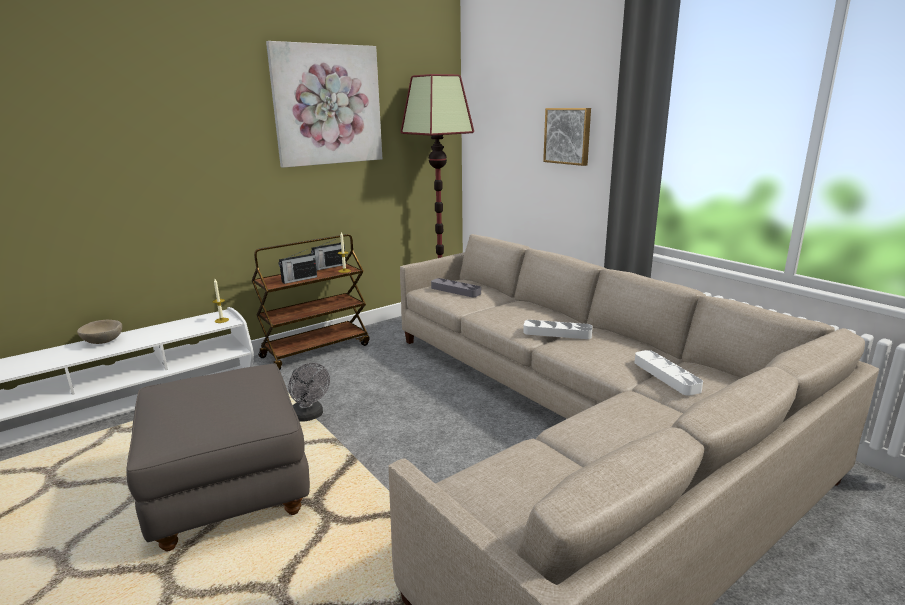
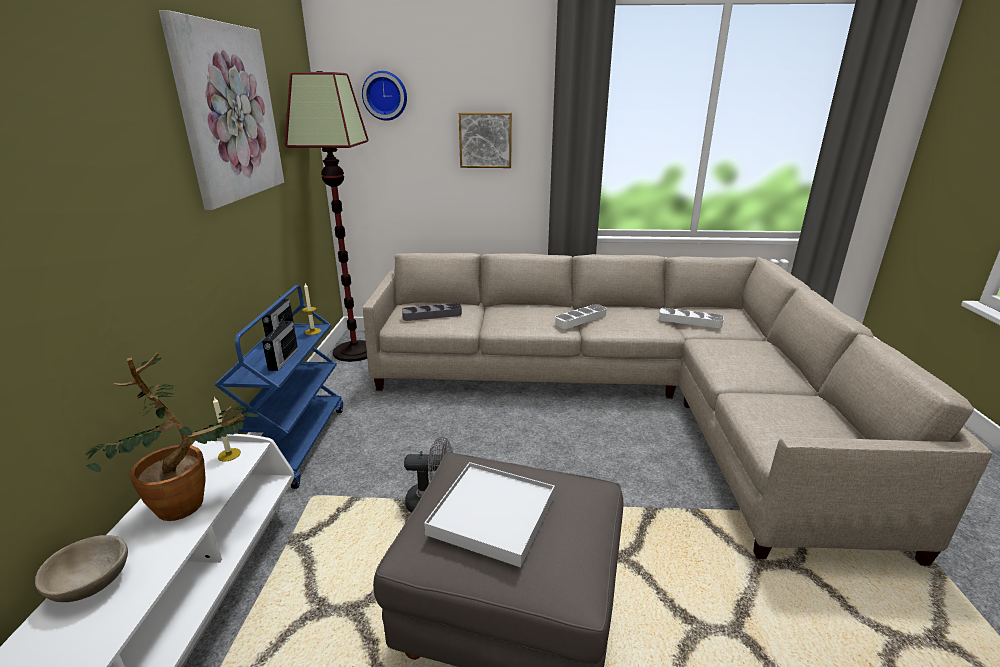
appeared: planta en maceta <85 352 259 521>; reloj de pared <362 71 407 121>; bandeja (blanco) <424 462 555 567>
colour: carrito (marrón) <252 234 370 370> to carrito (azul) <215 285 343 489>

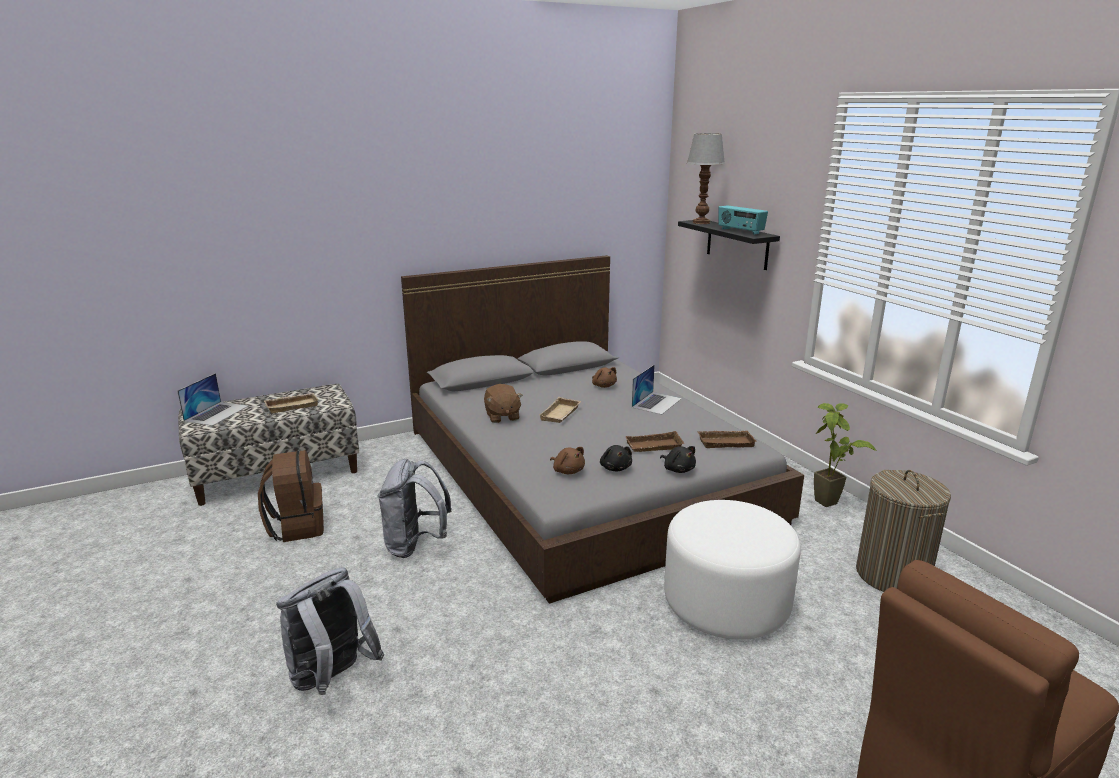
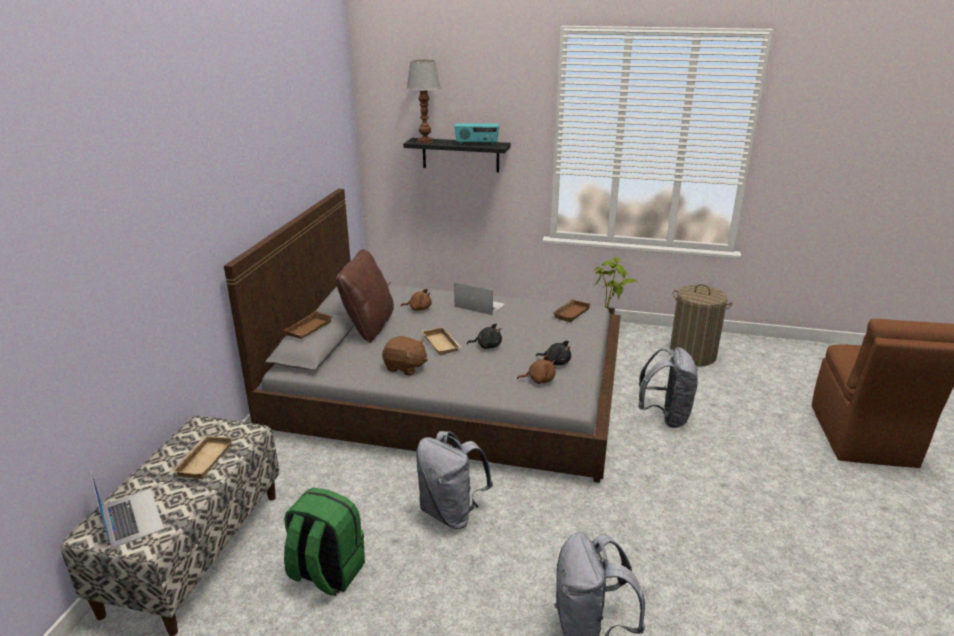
appeared: cojín (marrón) <336 249 394 343>
relocated: bandeja (marrón) <625 431 685 452> to <284 311 334 339>; peluche (negro) <660 446 696 473> to <467 323 502 349>
exchanged: puf (blanco) <664 500 801 640> to mochila (gris) <638 347 698 428>
colour: mochila (marrón) <258 450 324 542> to mochila (verde) <284 488 365 596>
spun: portátil <632 365 682 415> = <454 282 505 315> 45 degrees counterclockwise

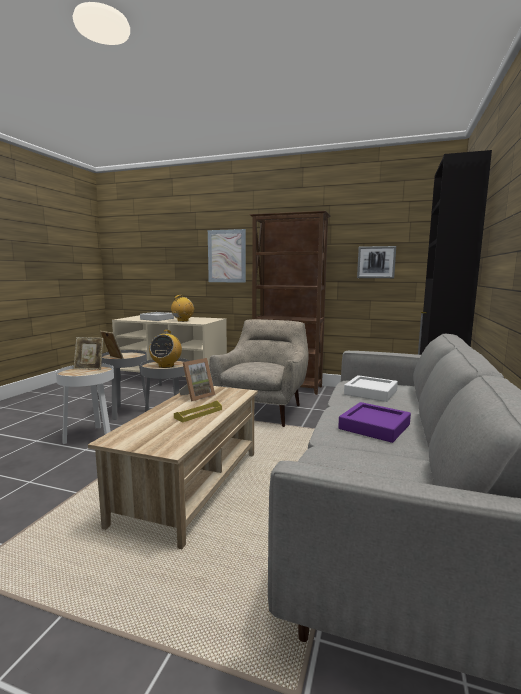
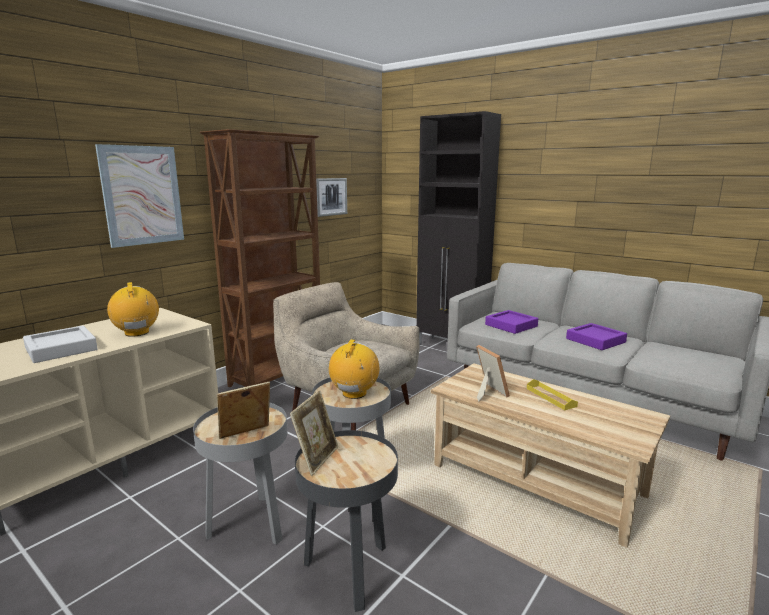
colour: mesa auxiliar (blanco) <56 363 114 444> to mesa auxiliar (negro) <295 430 398 612>; bandeja (blanco) <344 375 398 402> to bandeja (morado) <485 310 538 334>
spun: radio <149 330 182 368> = <329 339 379 399> 105 degrees counterclockwise

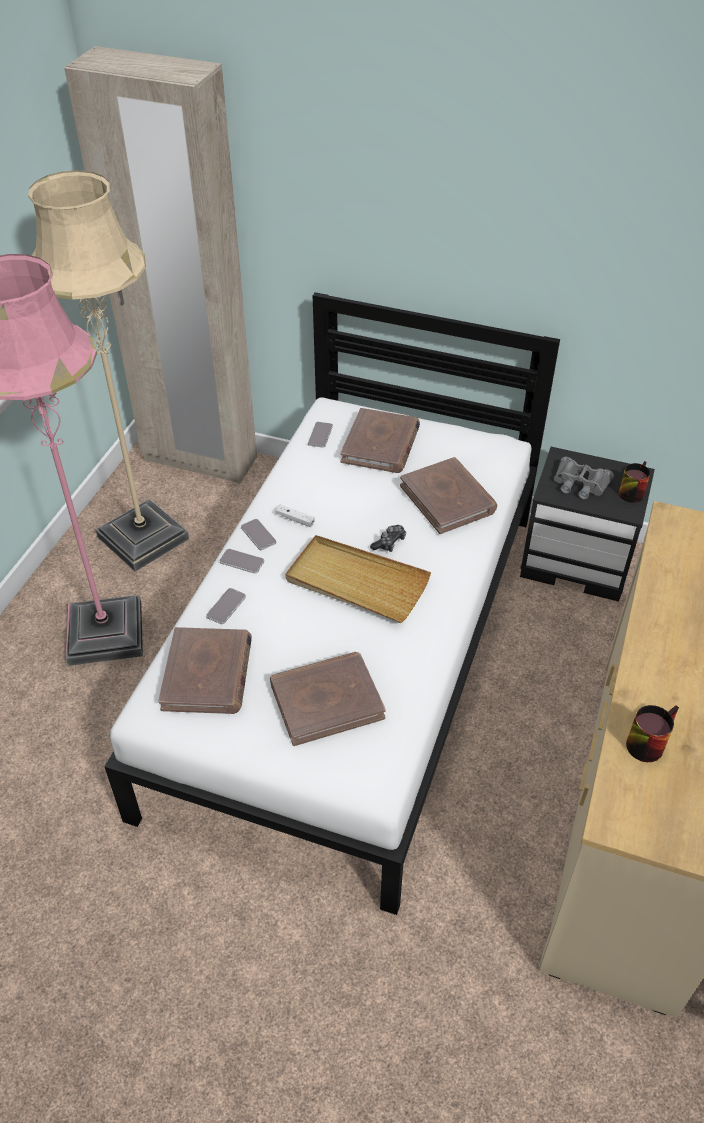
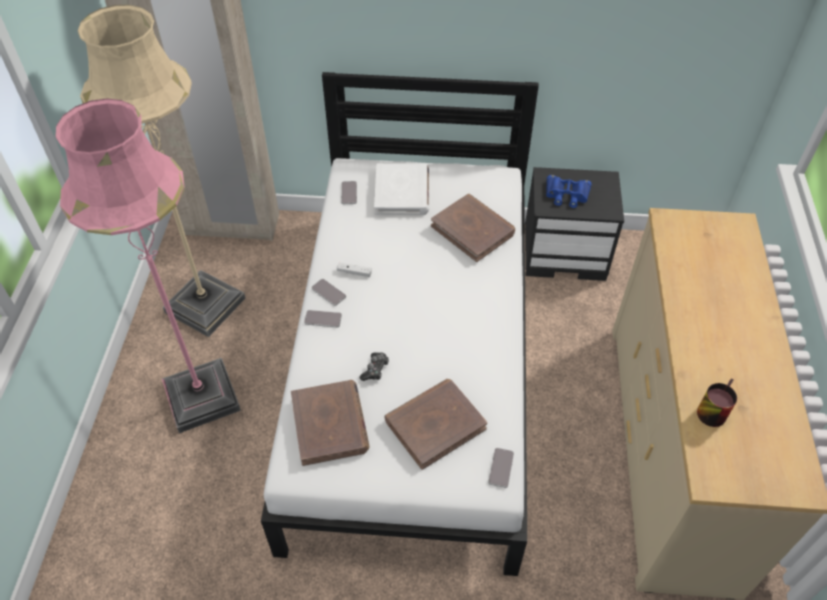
missing: bandeja (beis) <285 535 431 623>; taza grande <619 461 650 503>
relocated: móvil <206 588 246 624> to <488 448 514 488>; mando de consola <370 525 406 552> to <360 352 389 381>
colour: libro (marrón) <341 408 420 473> to libro (blanco) <374 163 429 215>; prismáticos (gris) <554 457 614 499> to prismáticos (azul) <546 175 592 208>

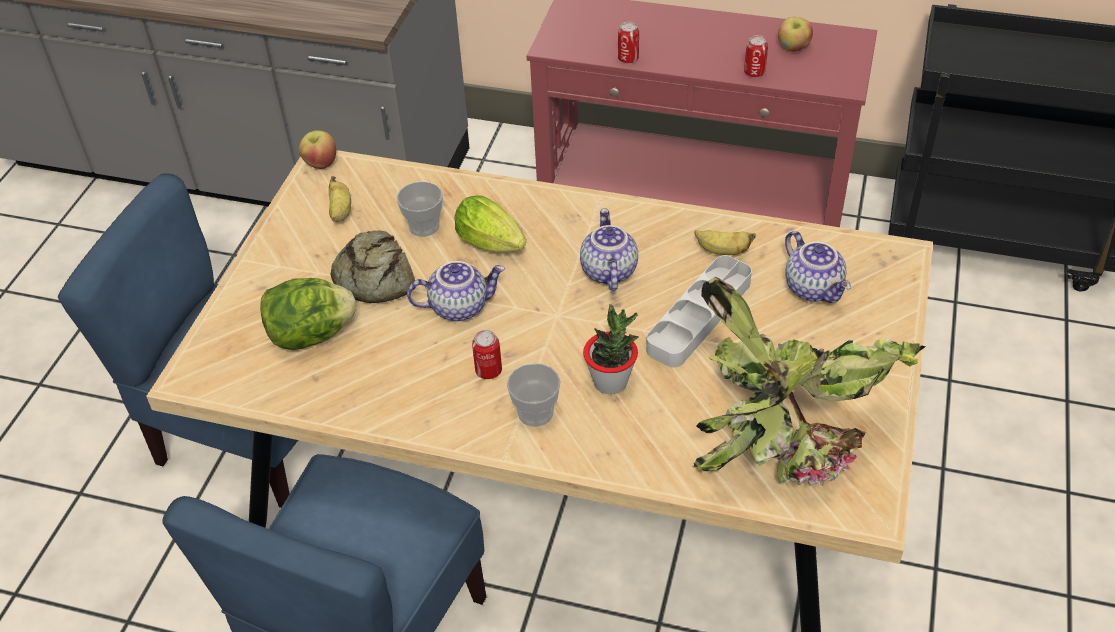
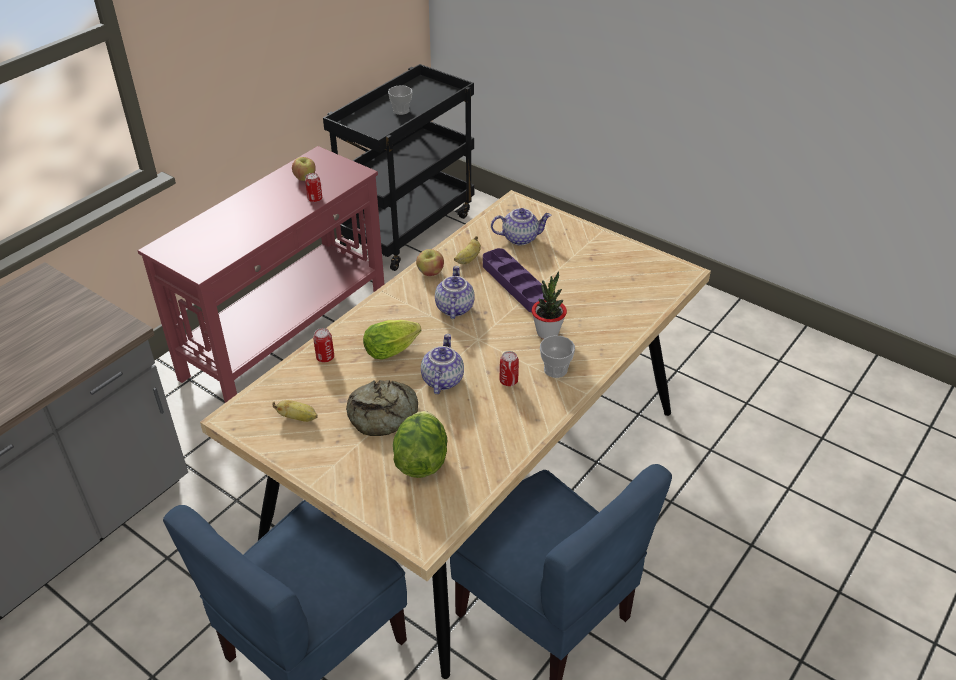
missing: planta en maceta <692 276 926 486>
relocated: manzana <299 130 336 169> to <416 249 444 276>; taza <397 181 443 237> to <388 85 413 115>; lata <618 22 639 63> to <313 328 334 362>
colour: bandeja (gris) <646 255 752 367> to bandeja (morado) <483 248 544 312>
spun: tetera <580 208 638 291> = <435 266 474 319> 75 degrees clockwise

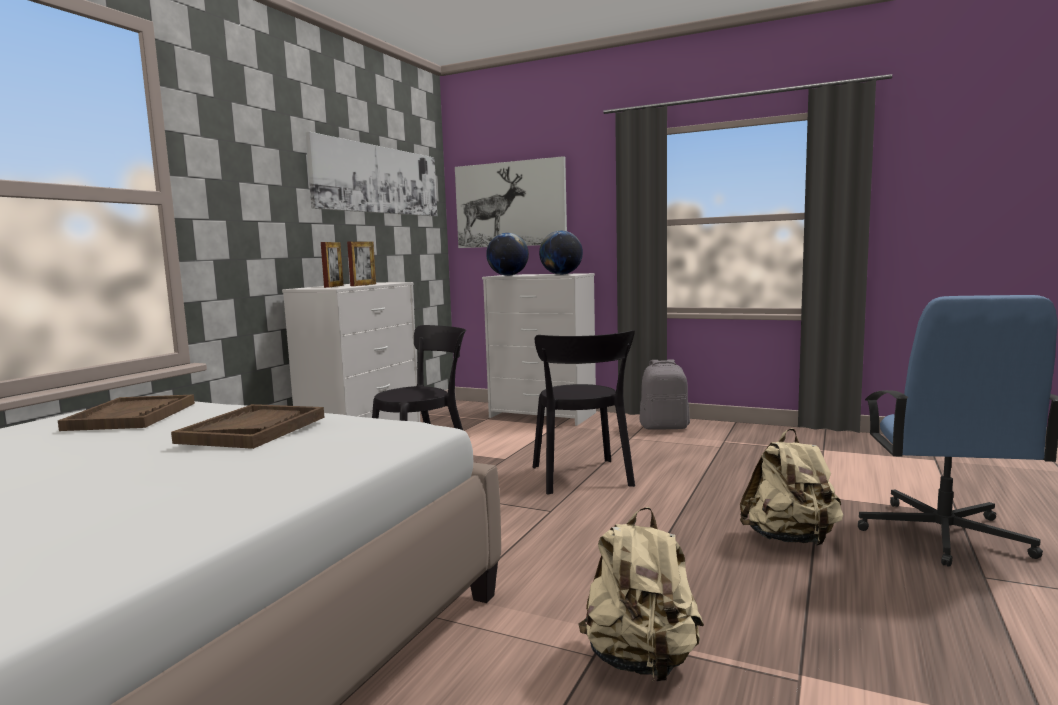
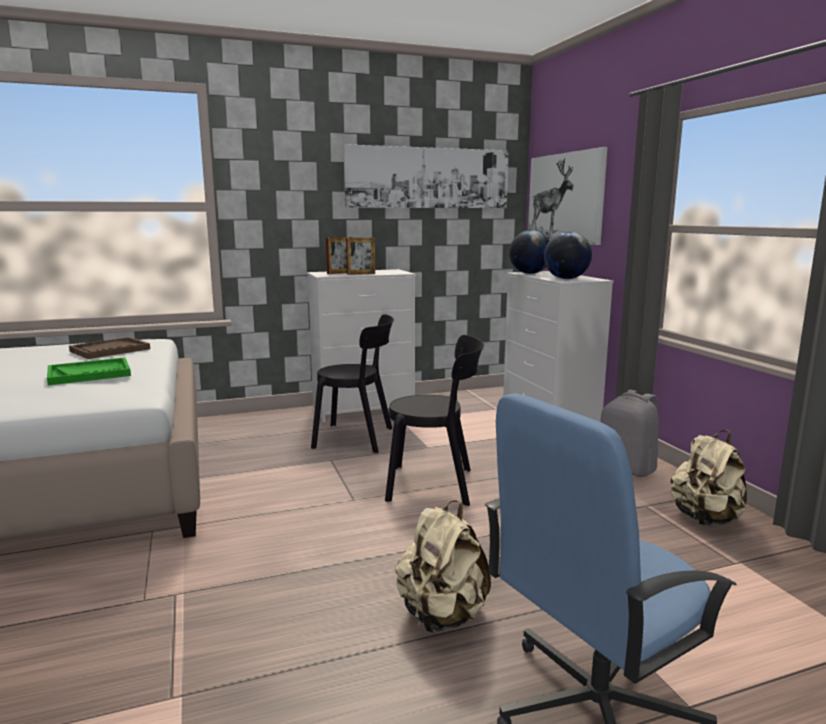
relocated: mochila (beis) <578 507 704 681> to <670 430 747 526>
colour: bandeja (marrón) <171 404 324 449> to bandeja (verde) <47 357 131 385>
spun: silla (negro) <533 330 635 495> = <385 335 484 506> 120 degrees counterclockwise

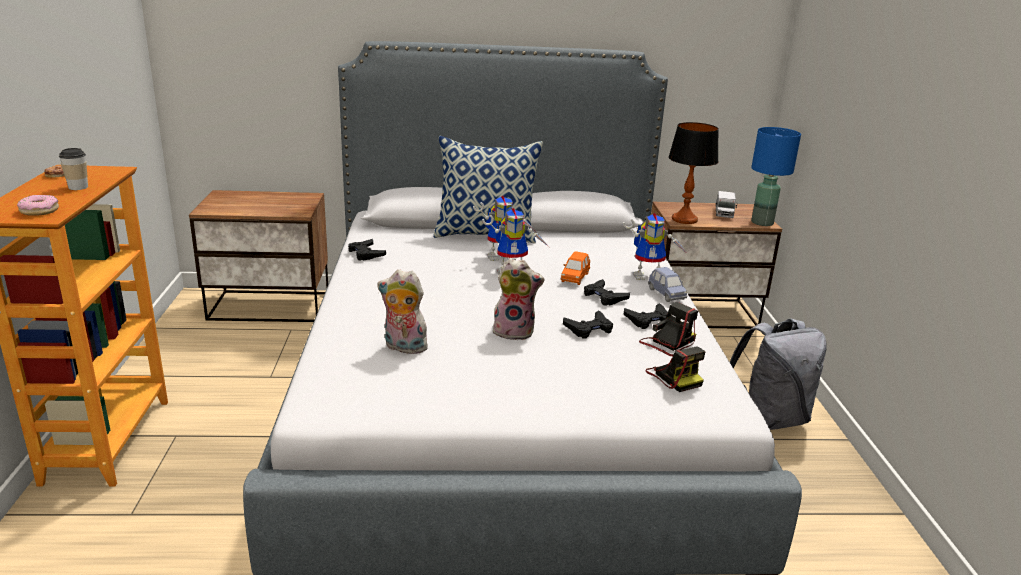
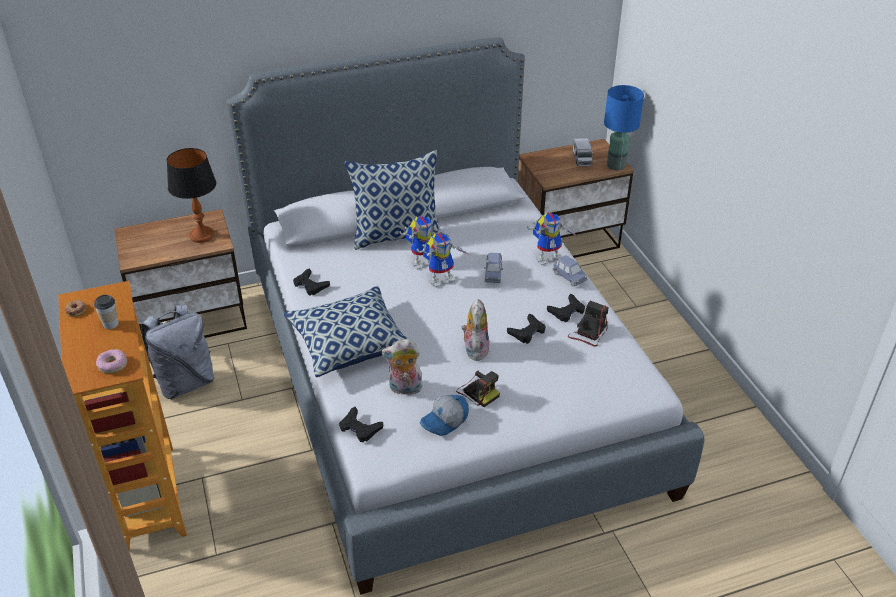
appeared: cojín <283 286 408 377>; gorra <420 395 469 436>
relocated: mando de consola (negro) <584 279 630 306> to <339 407 383 442>; cámara <646 347 706 392> to <456 370 500 407>; lámpara de mesa <668 122 719 224> to <167 148 216 243>; mochila (gris) <730 318 827 430> to <141 305 214 399>
colour: coche de juguete (naranja) <561 251 590 285> to coche de juguete (azul) <484 253 503 283>
spun: peluche <493 259 544 340> = <461 299 489 361> 75 degrees counterclockwise

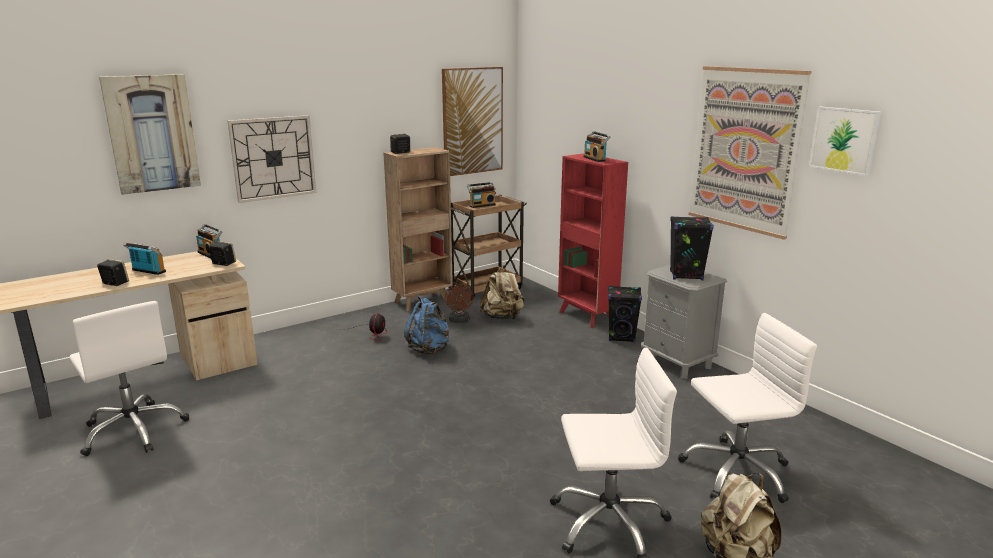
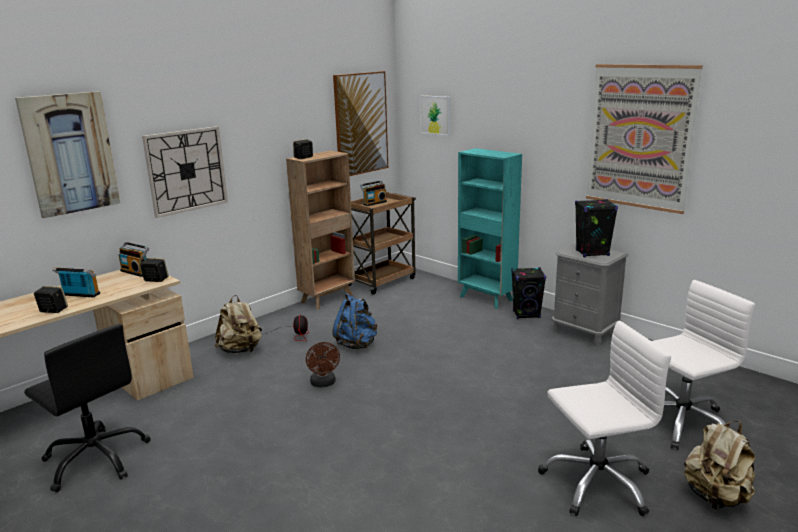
missing: radio <583 131 610 162>
relocated: ventilador (marrón) <445 284 474 323> to <306 342 340 388>; mochila (beis) <480 265 524 320> to <215 295 262 353>; cuadro <809 106 881 176> to <420 95 450 136>
colour: silla de oficina (blanco) <69 301 189 456> to silla de oficina (negro) <24 324 151 492>; estantería (rojo) <558 154 628 328> to estantería (turquesa) <458 148 522 309>

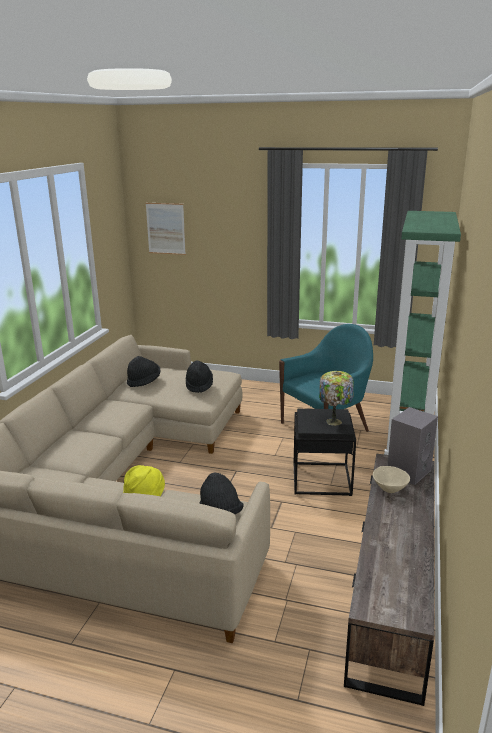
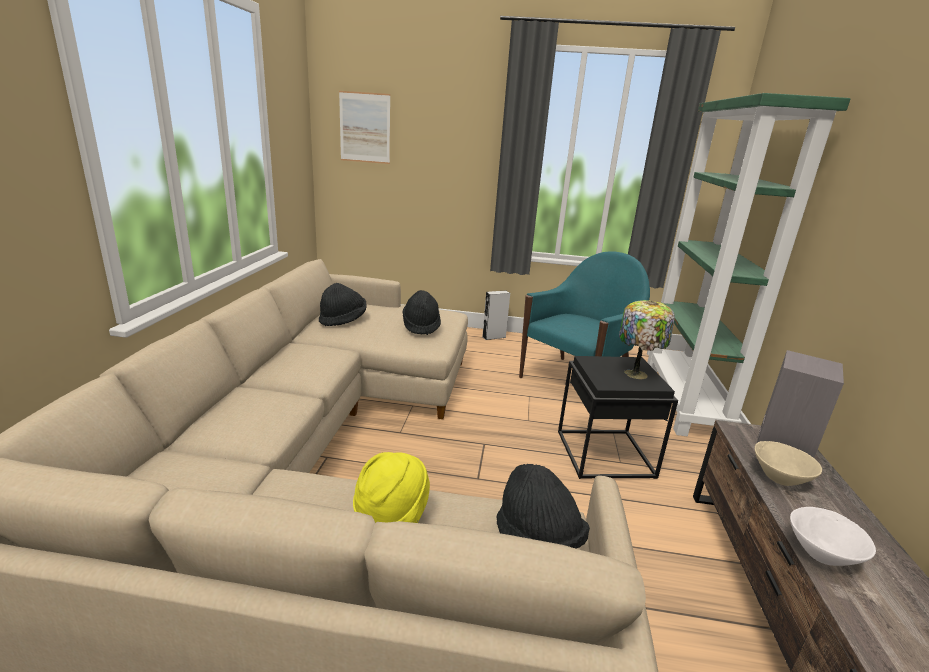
appeared: altavoz (gris) <482 290 510 340>; cuenco (blanco) <790 507 876 566>

